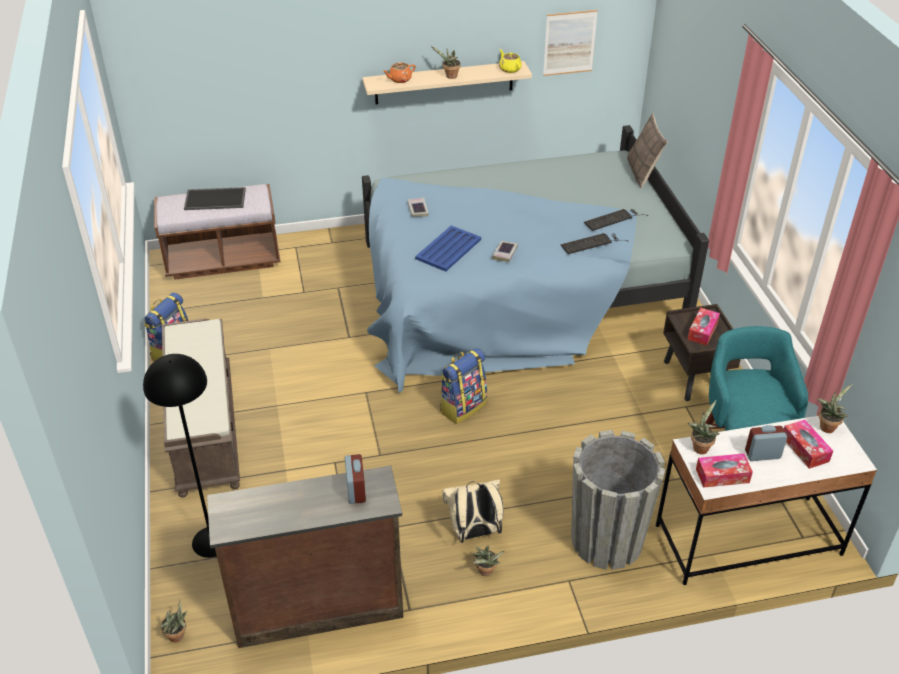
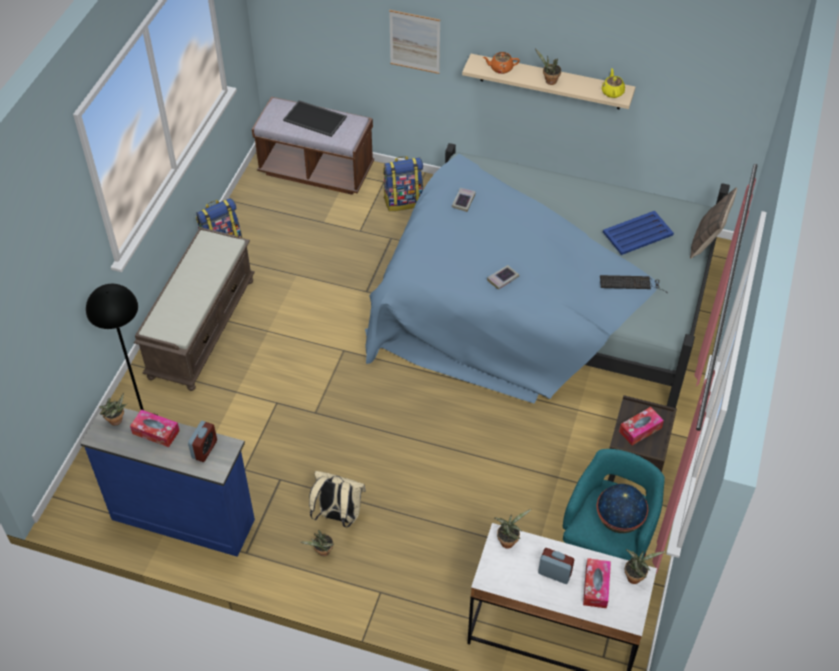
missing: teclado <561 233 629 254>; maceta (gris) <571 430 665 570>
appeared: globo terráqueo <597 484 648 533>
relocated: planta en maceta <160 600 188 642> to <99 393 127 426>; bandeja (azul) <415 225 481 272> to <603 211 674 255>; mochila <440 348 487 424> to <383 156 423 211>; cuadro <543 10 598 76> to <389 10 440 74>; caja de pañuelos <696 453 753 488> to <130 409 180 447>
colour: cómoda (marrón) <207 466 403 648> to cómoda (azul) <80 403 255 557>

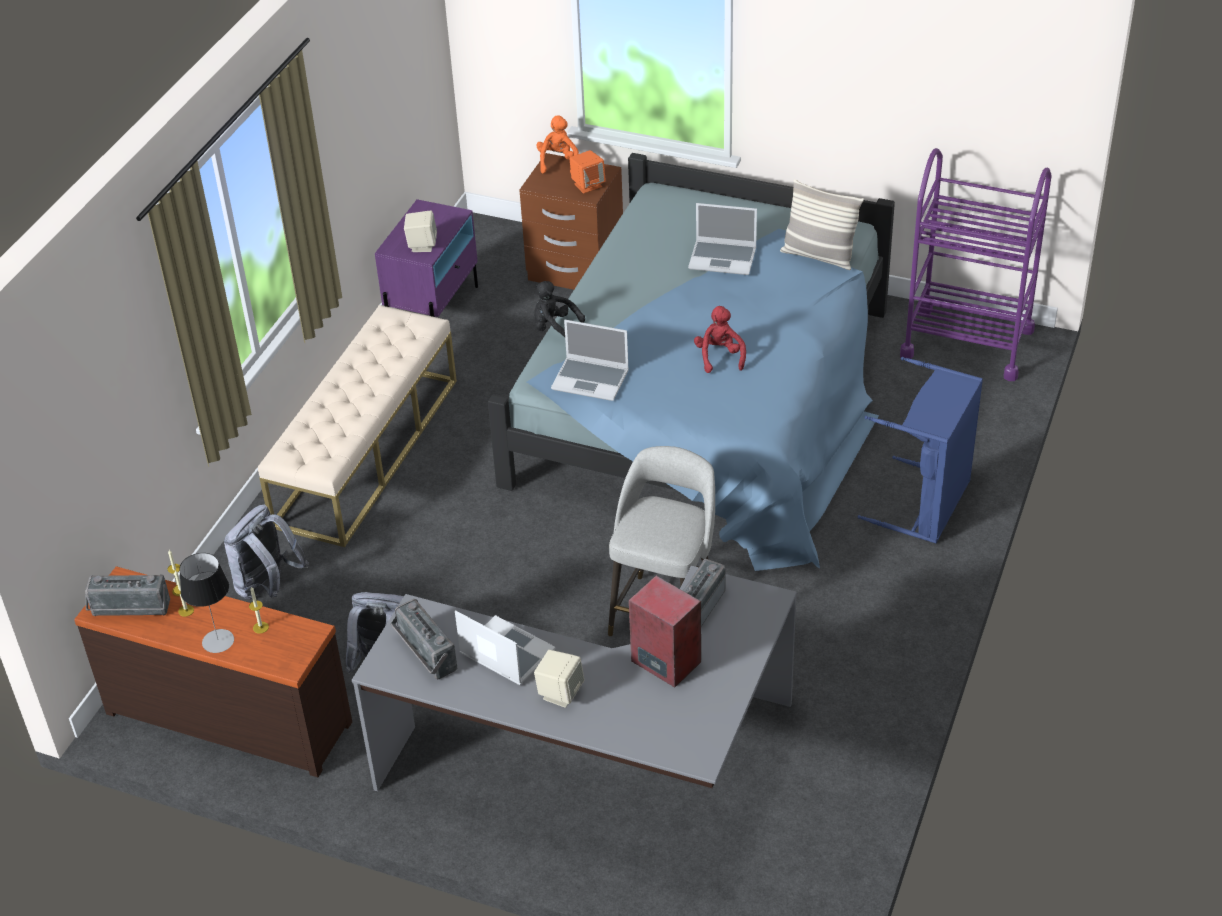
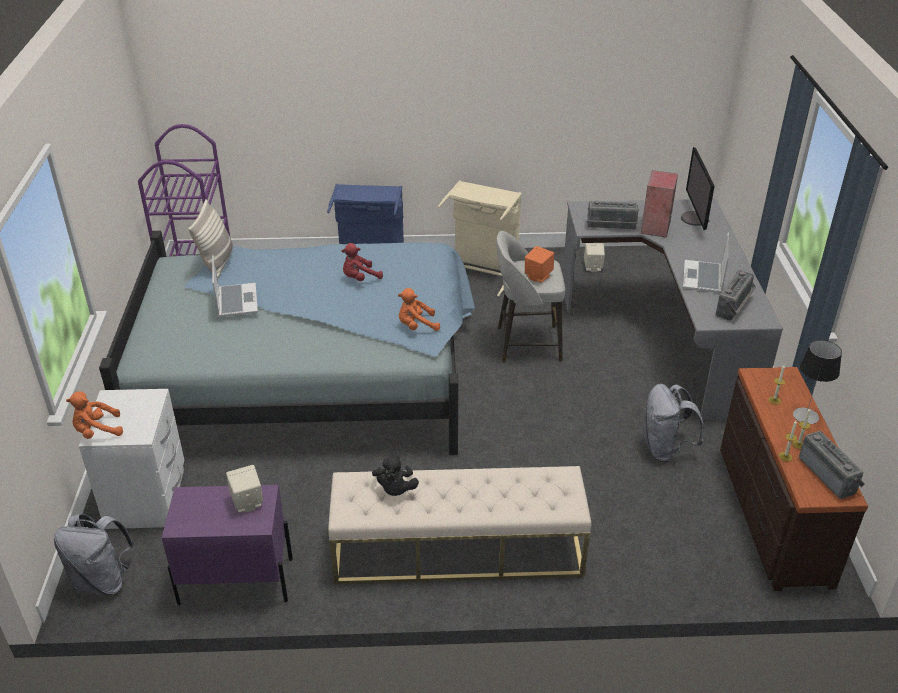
appeared: cesto de la ropa (beis) <438 180 522 296>; monitor <681 147 715 230>
relocated: mochila (gris) <224 505 309 599> to <54 513 134 595>; peluche (negro) <534 281 585 337> to <372 456 419 496>; altavoz (beis) <534 650 584 708> to <584 243 605 272>; altavoz (naranja) <570 150 606 194> to <525 246 554 283>
exchanged: portátil <551 320 629 401> to peluche (naranja) <398 288 440 331>
colour: mesita de noche (marrón) <520 153 623 290> to mesita de noche (blanco) <79 389 184 529>

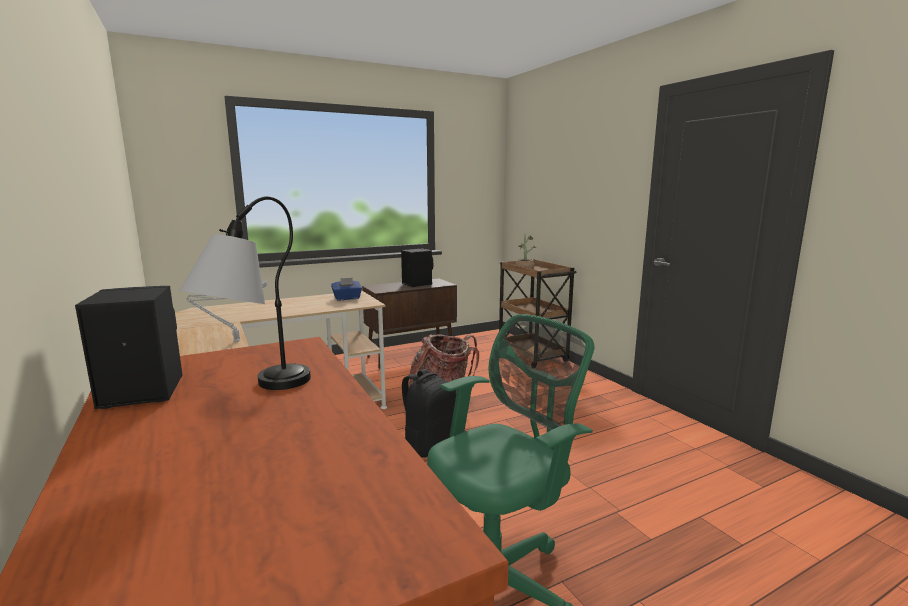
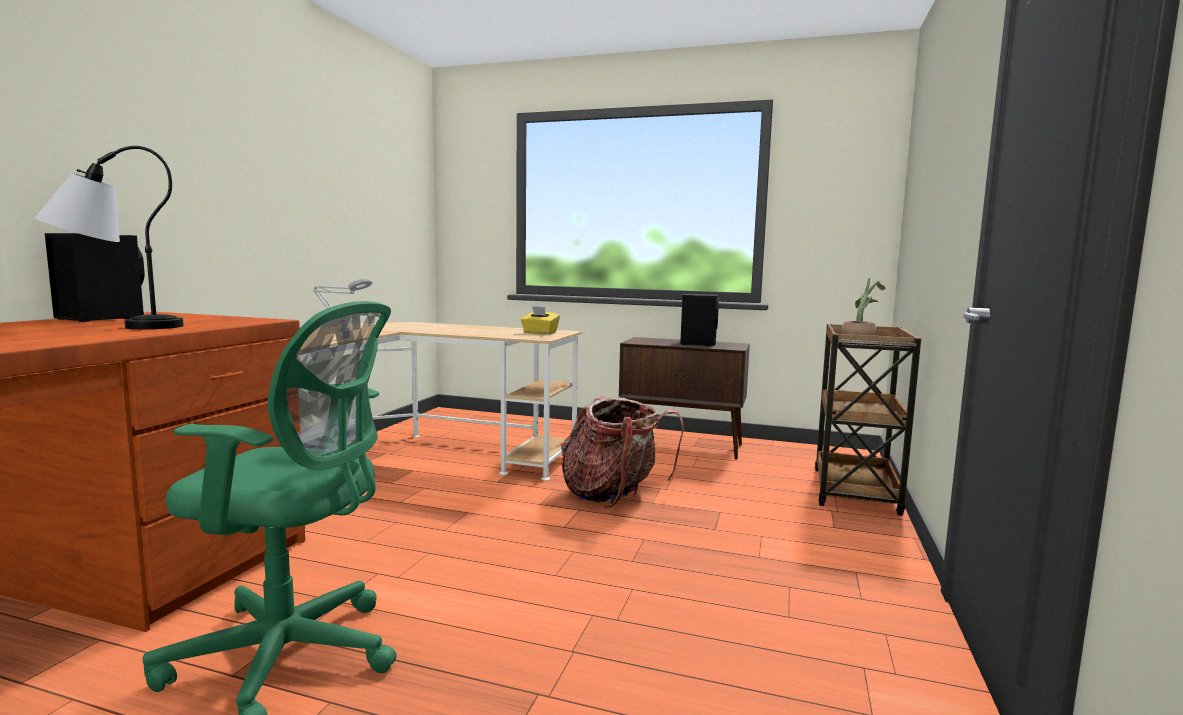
missing: mochila (negro) <402 369 456 458>
colour: caja de pañuelos (azul) <331 278 362 300> to caja de pañuelos (amarillo) <521 306 560 334>

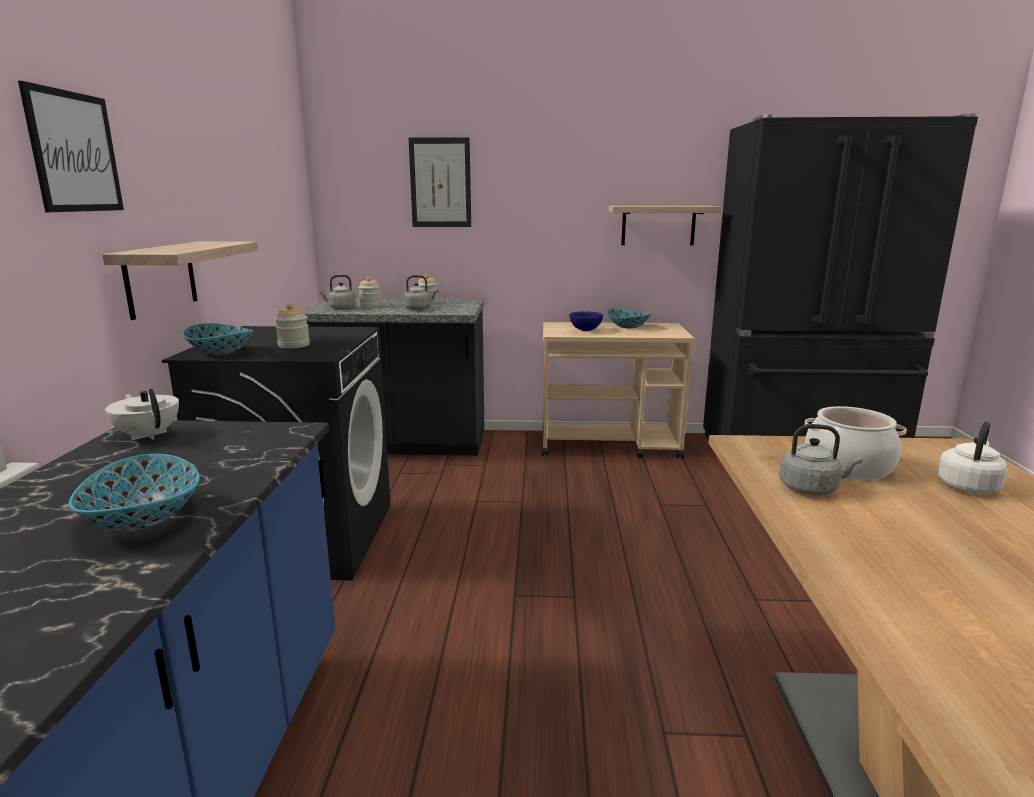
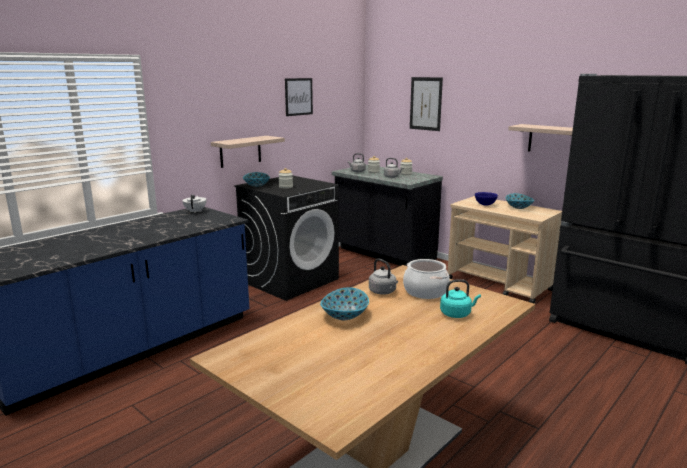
relocated: cuadro <18 81 124 212> to <285 78 313 116>; cuenco <68 454 200 532> to <320 287 369 320>
colour: hervidor (blanco) <938 421 1008 494> to hervidor (turquesa) <440 279 481 318>

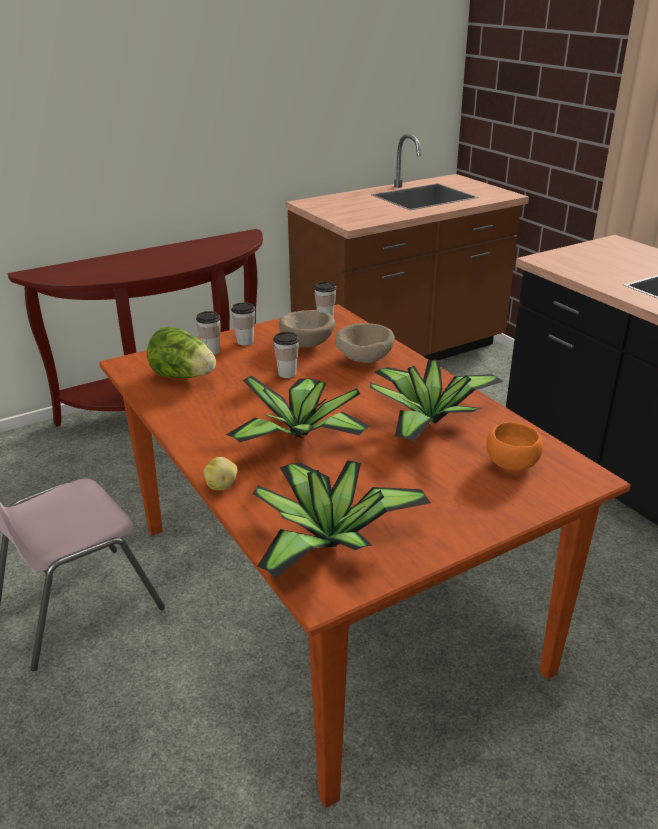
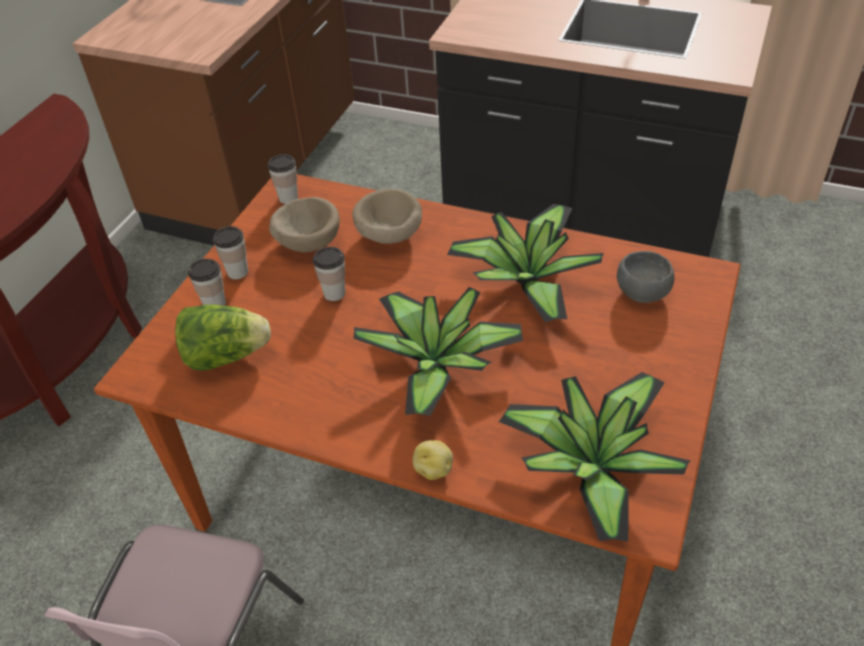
colour: cuenco (naranja) <487 422 543 471> to cuenco (gris) <617 251 675 303>

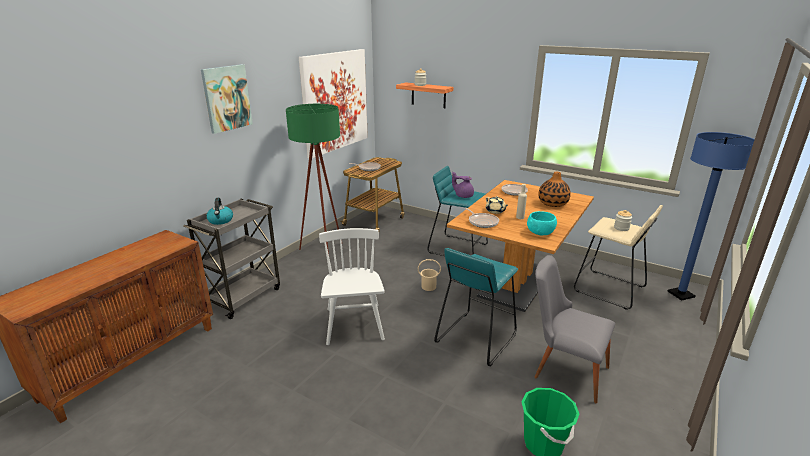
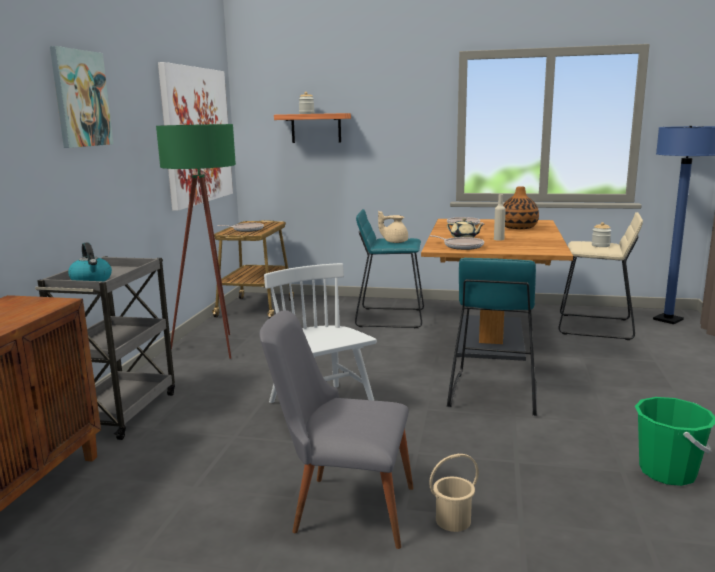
missing: cuenco (turquesa) <527 211 557 236>
relocated: cubo (beis) <418 259 441 291> to <429 454 479 532>; silla (gris) <535 255 615 403> to <260 310 414 549>
colour: tetera (morado) <452 172 474 198> to tetera (beis) <378 211 408 243>

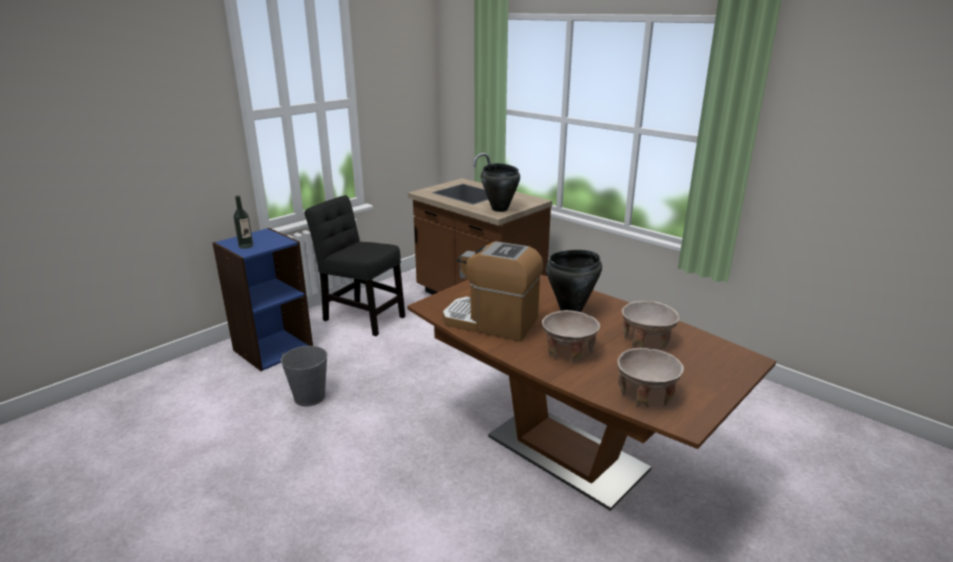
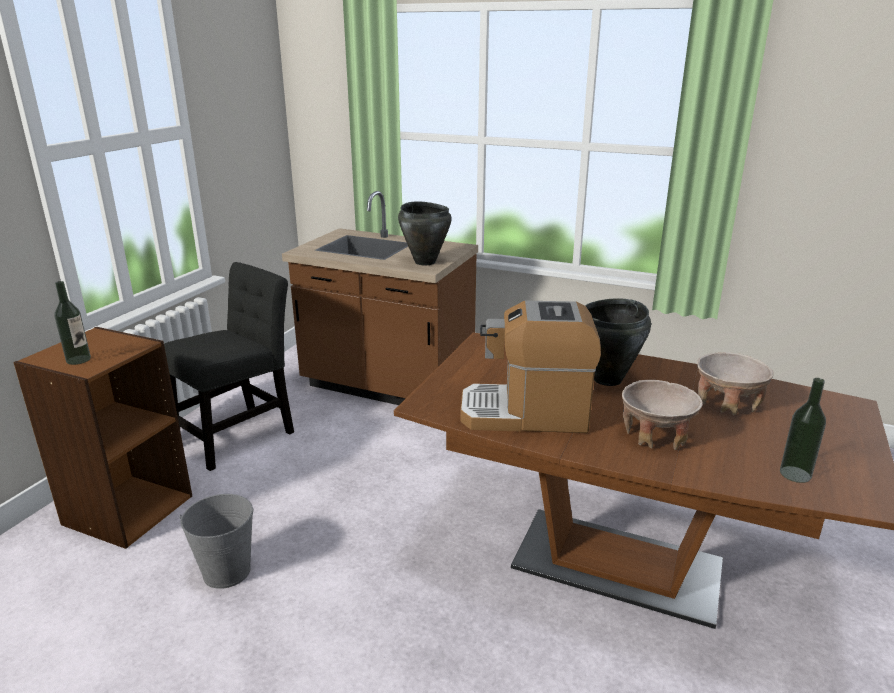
exchanged: cuenco (beis) <617 348 684 408> to botella <780 378 826 483>
colour: estantería (azul) <212 228 313 371> to estantería (marrón) <13 327 192 549>
spun: silla (negro) <304 195 405 336> = <164 262 294 471> 120 degrees clockwise

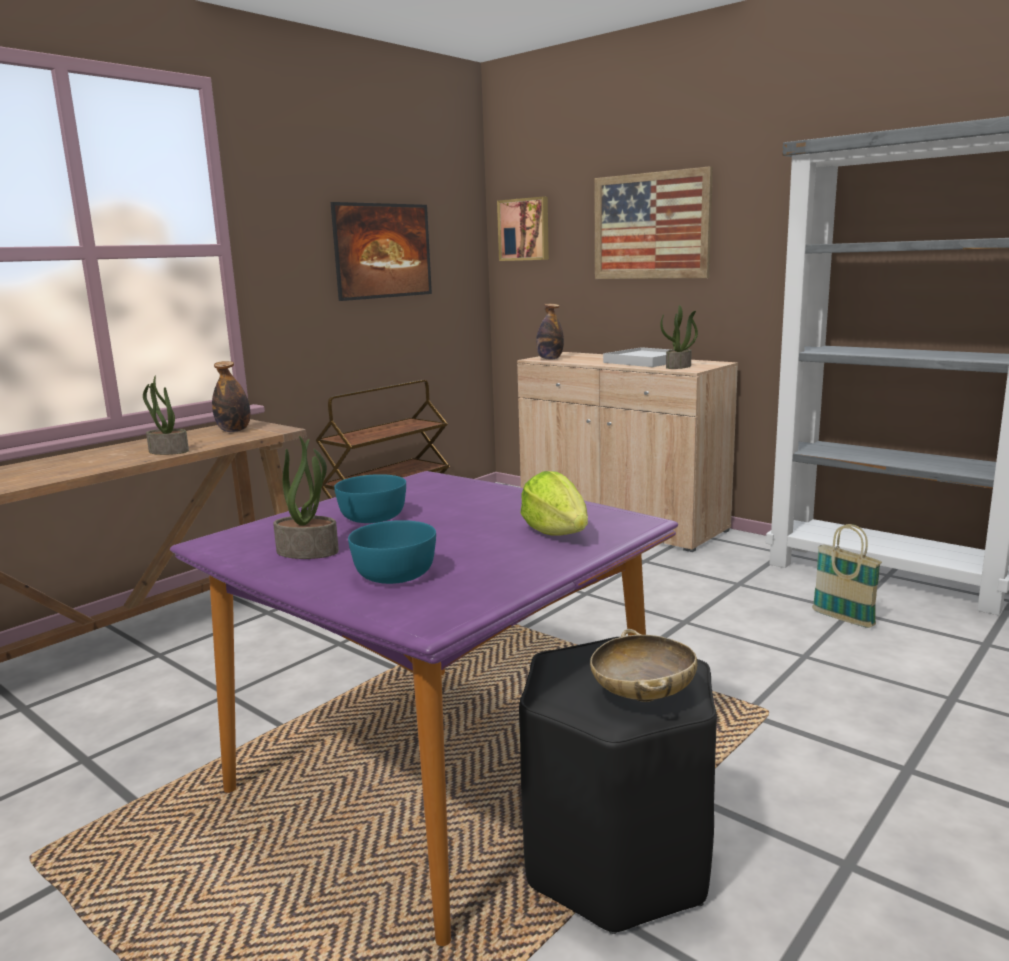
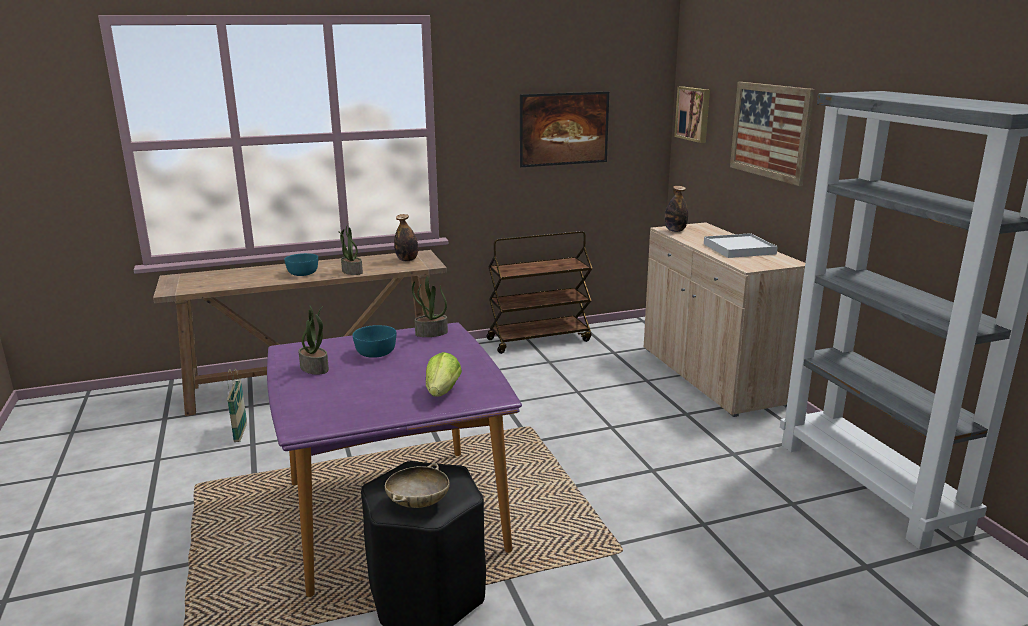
relocated: cuenco (turquesa) <348 520 436 584> to <284 253 318 276>; planta en maceta <660 305 698 369> to <412 276 448 337>; cesta <812 524 882 628> to <227 369 247 442>

